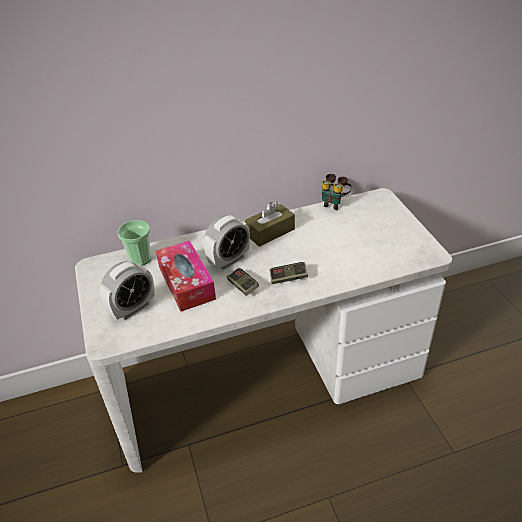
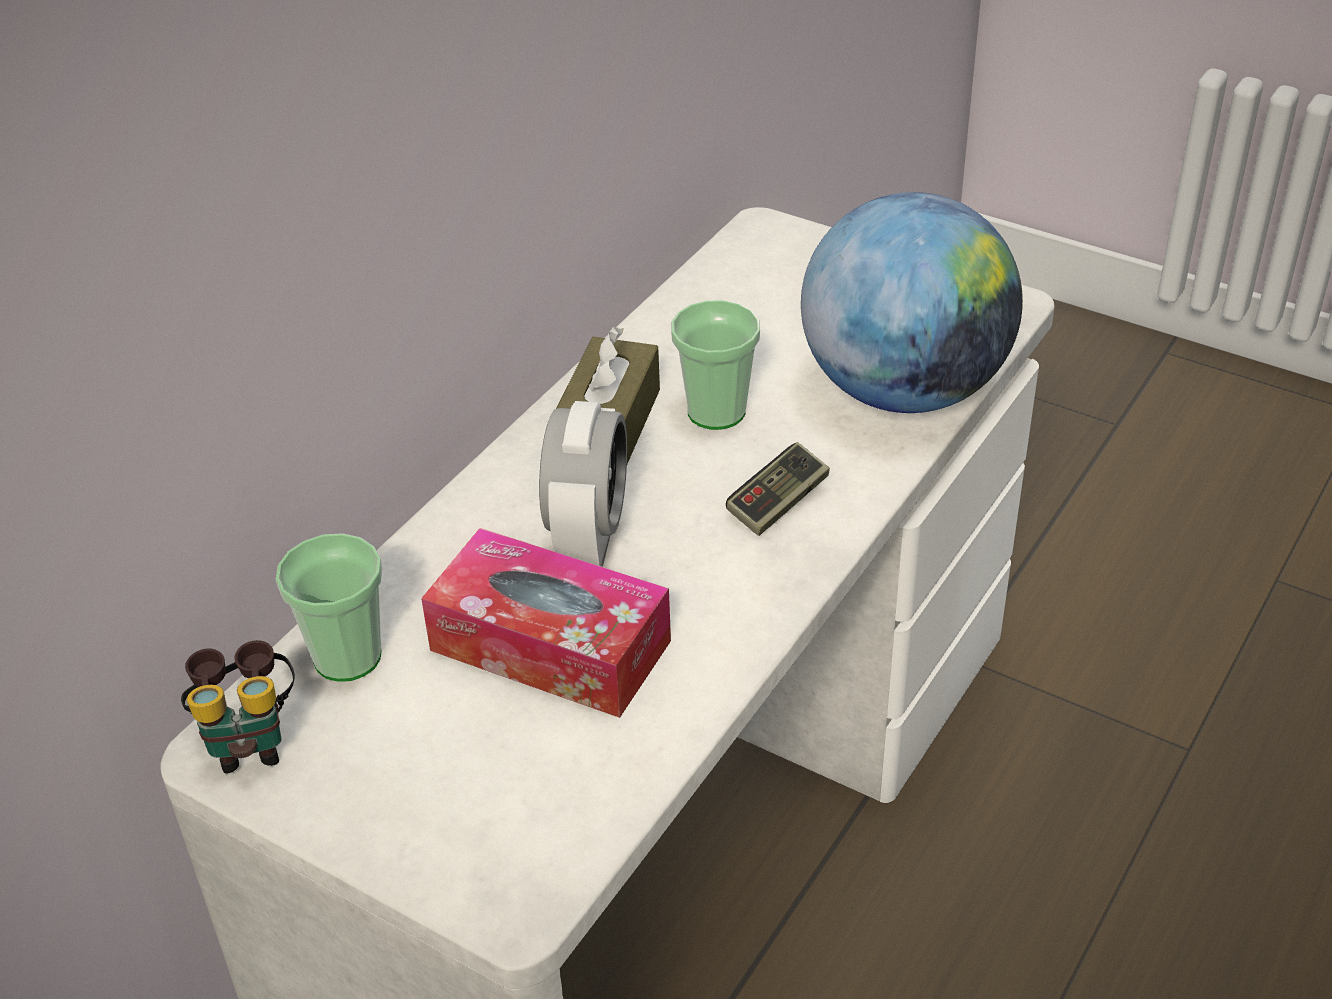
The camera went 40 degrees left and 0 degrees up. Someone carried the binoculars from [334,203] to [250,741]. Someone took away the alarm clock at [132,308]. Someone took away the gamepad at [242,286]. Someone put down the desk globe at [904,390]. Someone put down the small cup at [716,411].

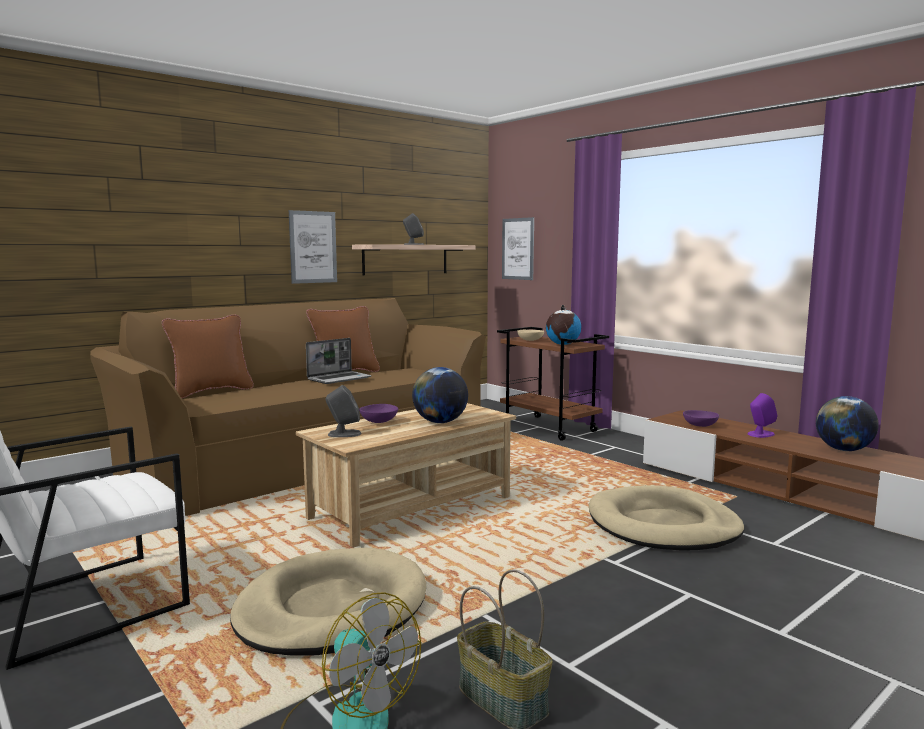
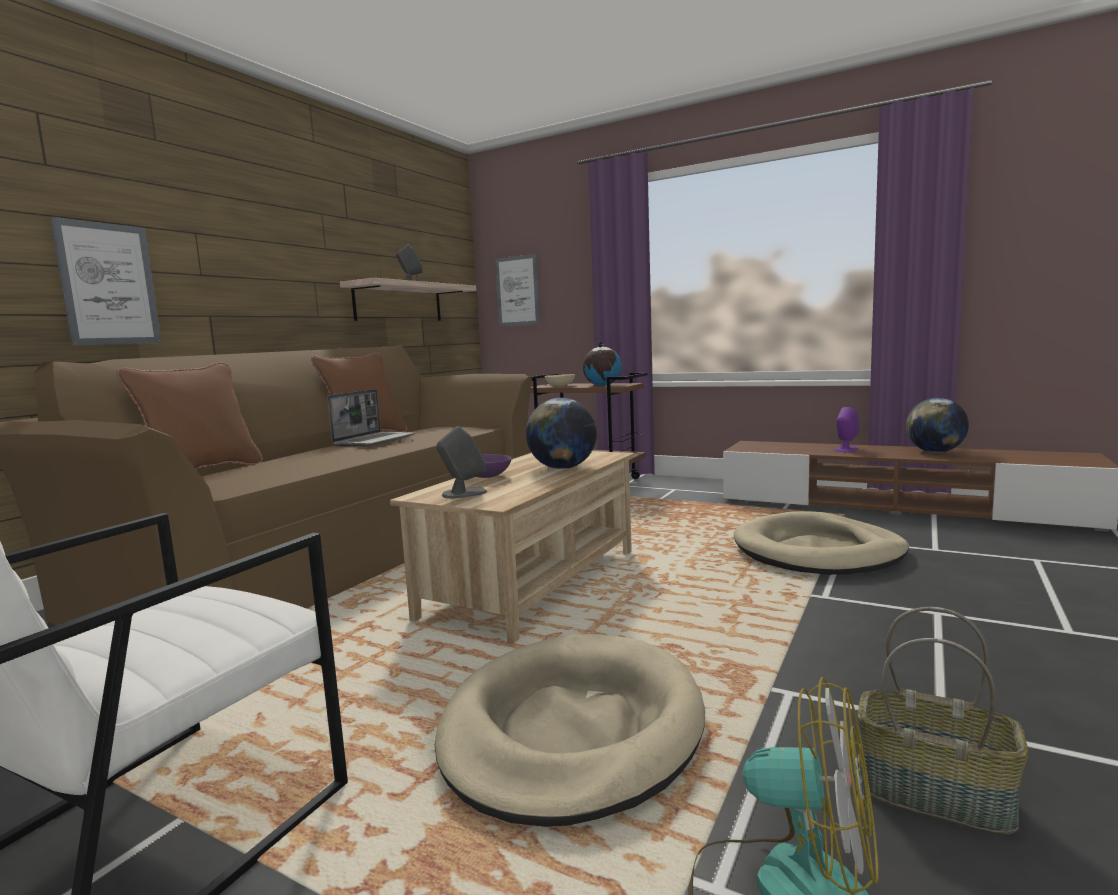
The camera went 20 degrees left and 0 degrees up. Someone carried the wall art from [313,247] to [108,284]. Someone took away the purple-coloured deep dish at [699,425].

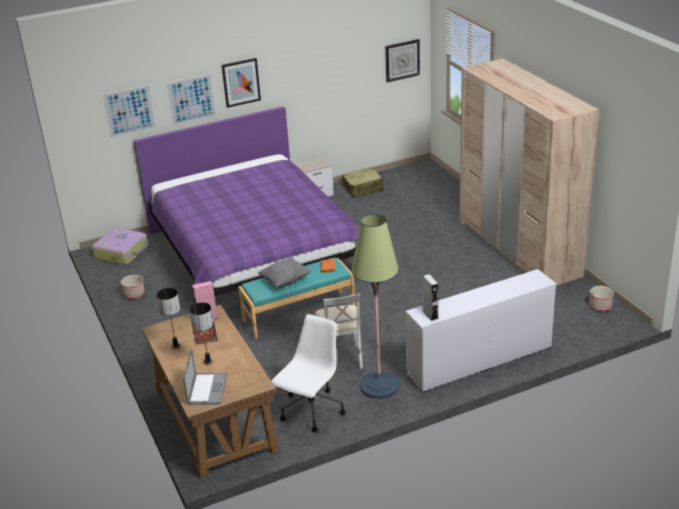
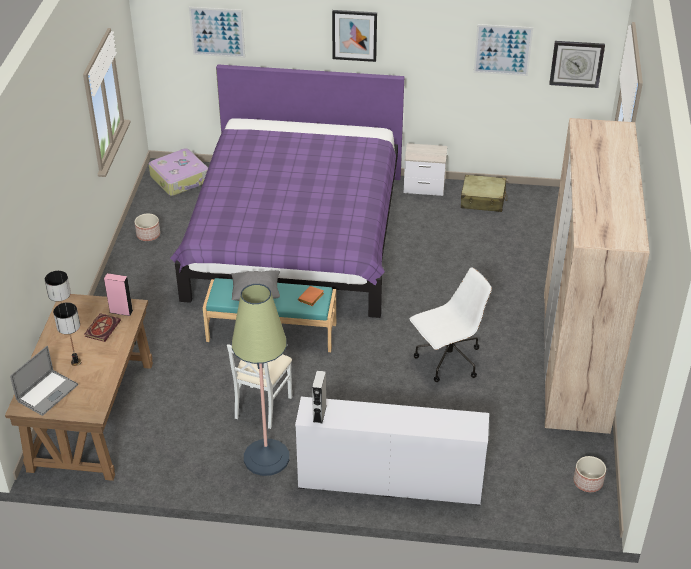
The camera went 30 degrees right and 10 degrees up. Someone carried the wall art from [192,99] to [502,50]. Someone carried the white-coloured desk chair from [311,411] to [447,360].

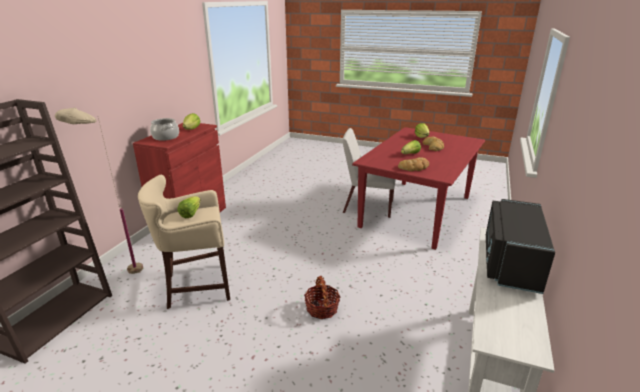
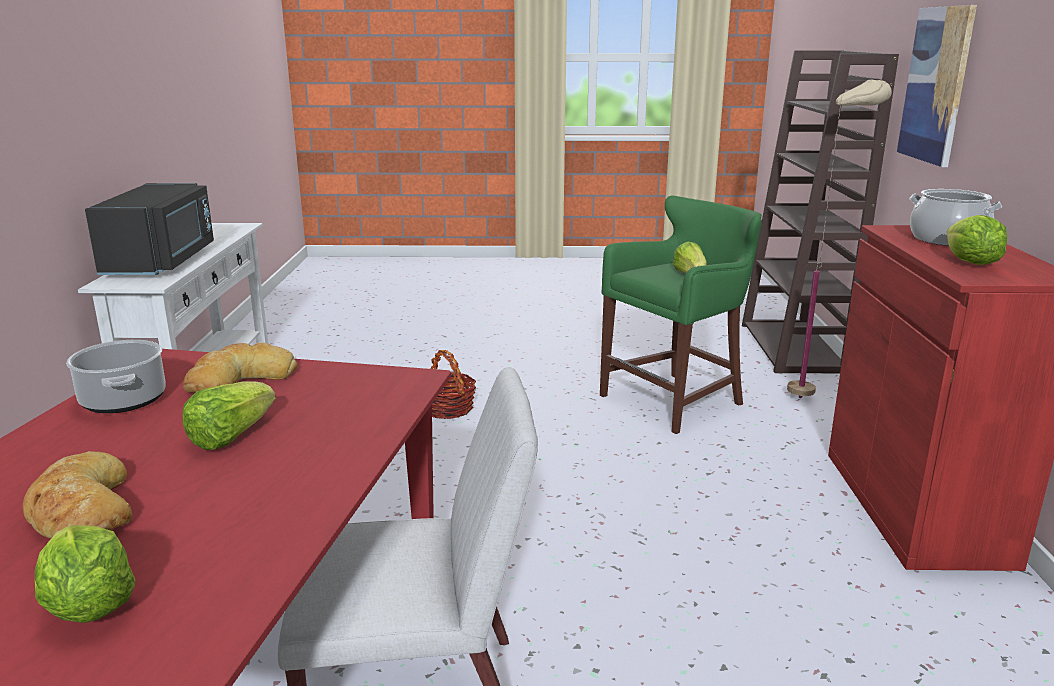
The camera went 160 degrees right and 5 degrees down. Someone repainted the sand-coloured sitting stool at [195,286], which became the green-coloured sitting stool at [675,400]. Someone put up the wall art at [936,85]. Someone put down the saucepot at [124,400].

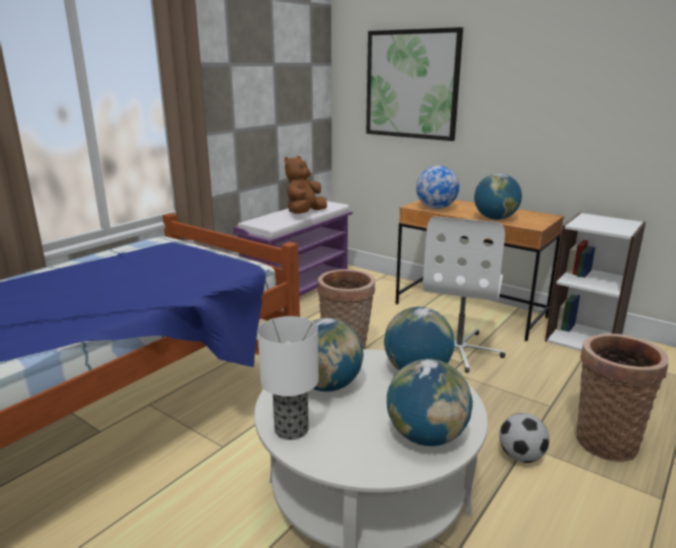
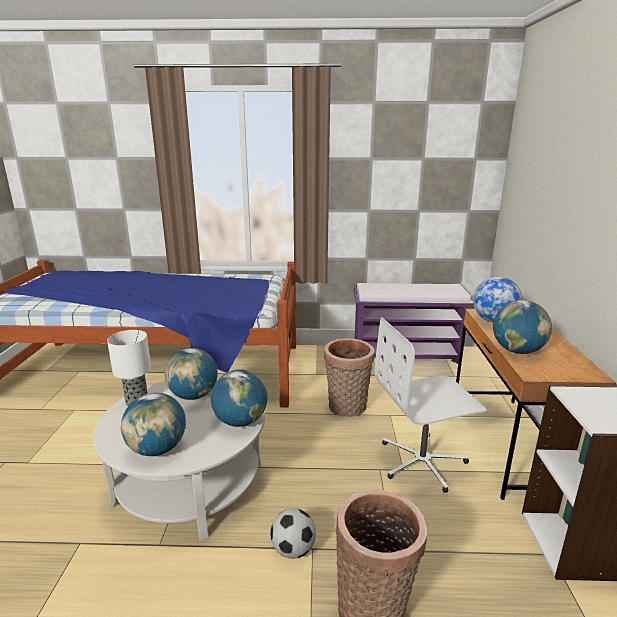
The camera went 55 degrees right and 0 degrees up. Someone took away the wall art at [412,84]. Someone took away the brown soft toy at [305,214].

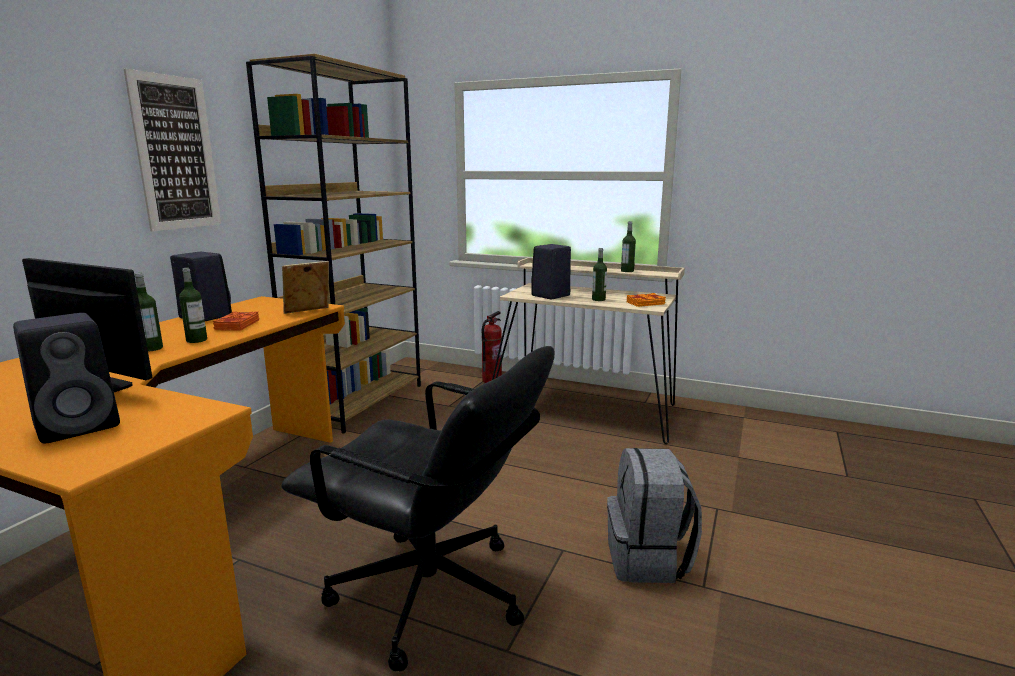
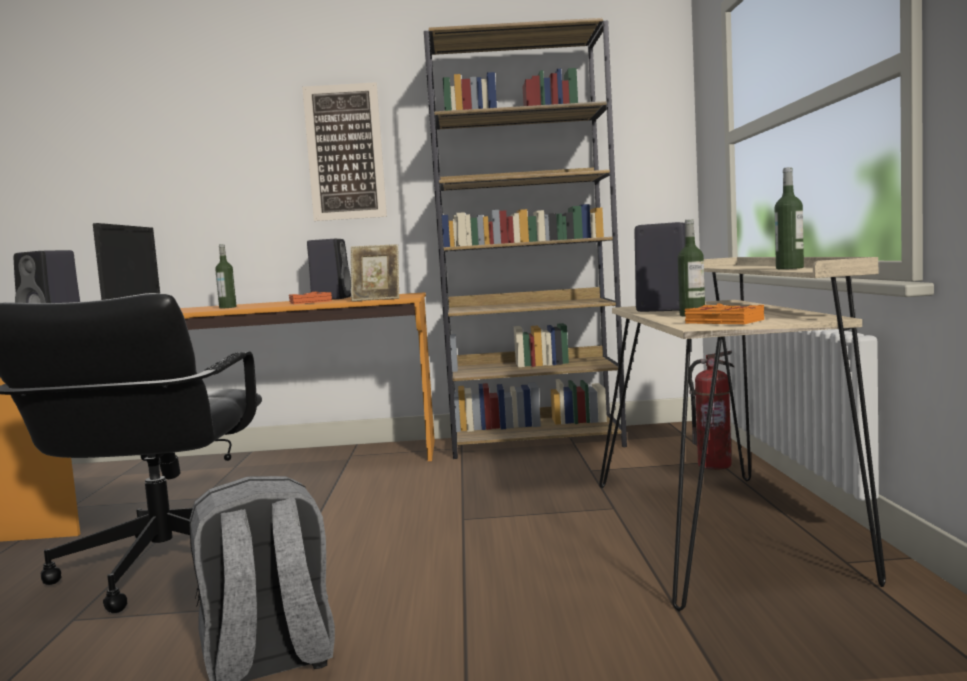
The camera went 65 degrees right and 10 degrees down. Someone rotated the standing frame at [308,312] by 150 degrees clockwise. Someone took away the beverage bottle at [196,340].

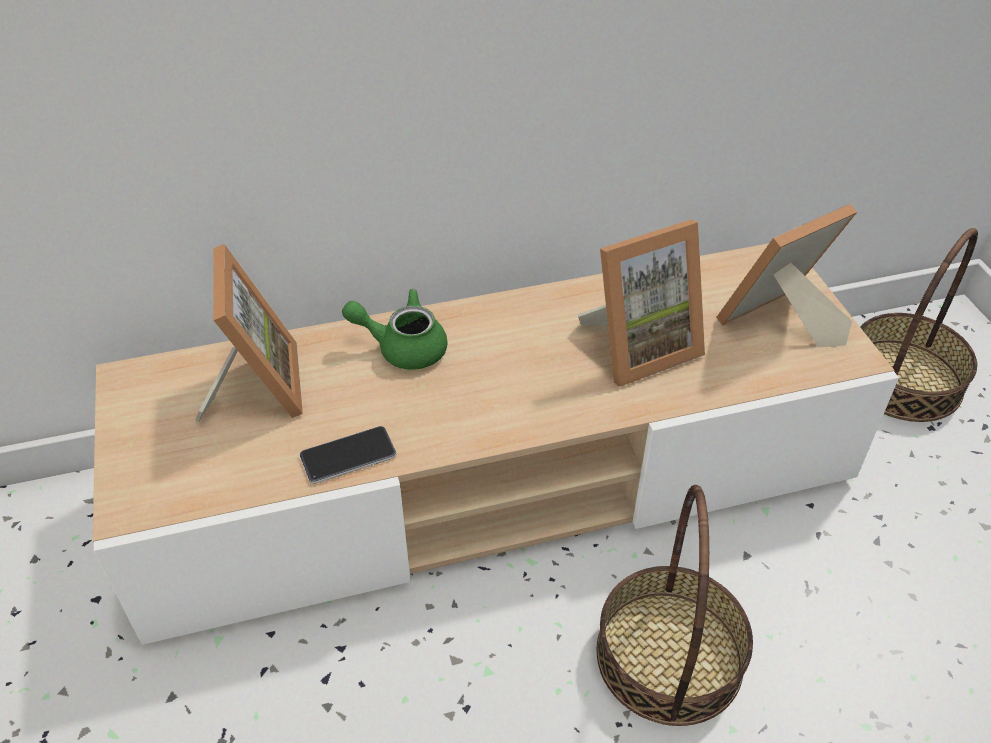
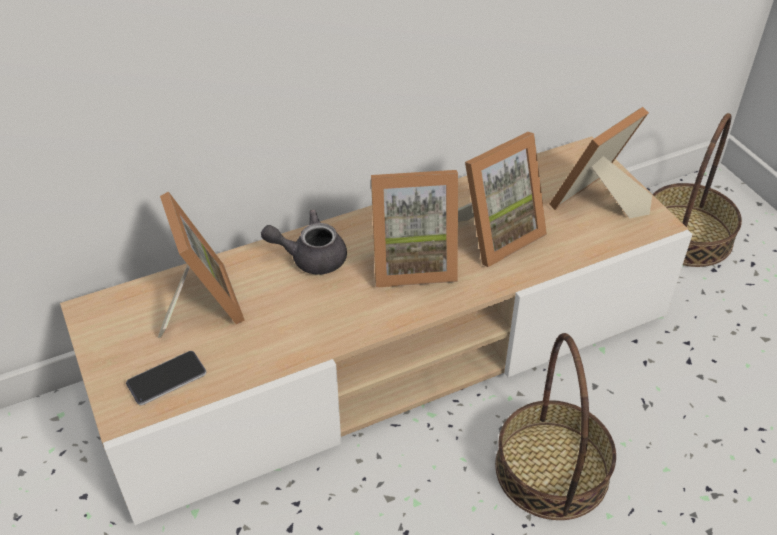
The camera went 10 degrees left and 0 degrees up. Someone repainted the green-coloured tea pot at [403,347], which became the grey tea pot at [310,257]. Someone carried the phone from [348,456] to [166,378]. Someone put down the standing frame at [412,262].

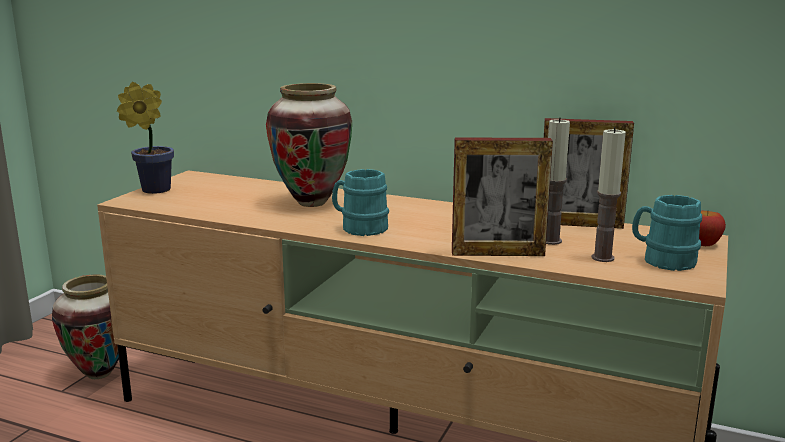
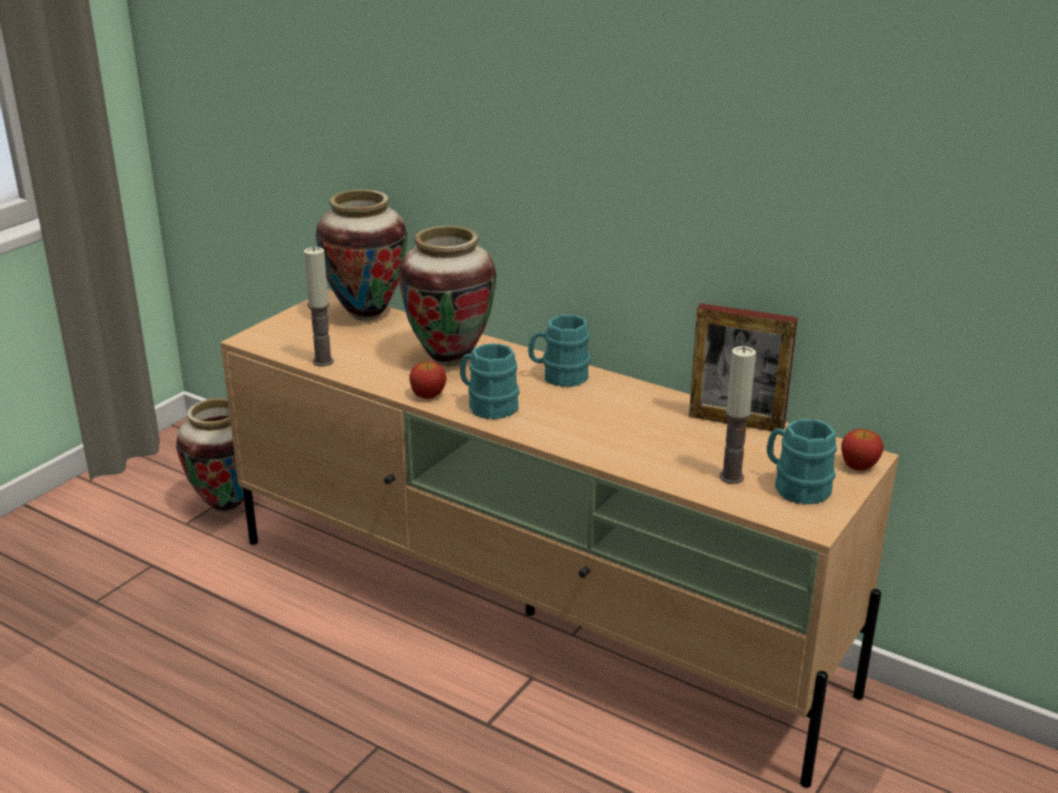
The camera went 10 degrees right and 10 degrees up. Someone took away the potted plant at [152,190]. Someone carried the wax light from [551,241] to [323,361]. Someone took away the standing frame at [497,253]. Someone put down the decorative vase at [366,315]. Someone put down the blue-green mug at [559,376]. Someone put down the whole apple at [428,395].

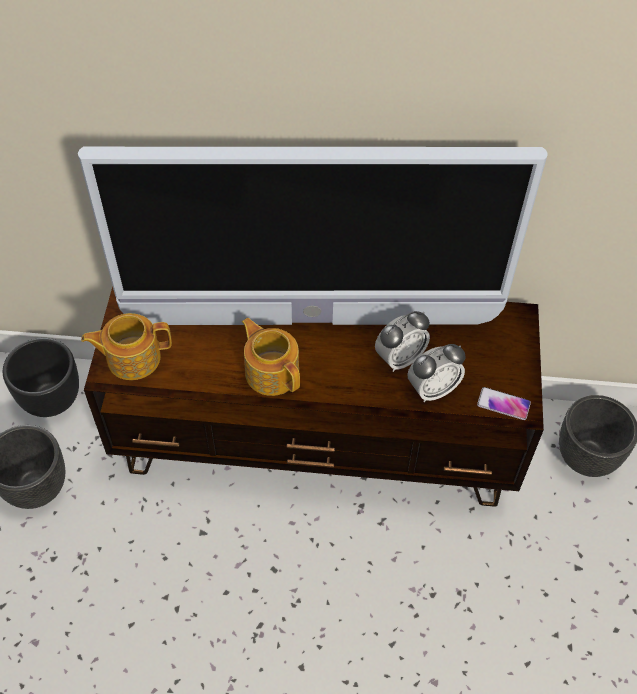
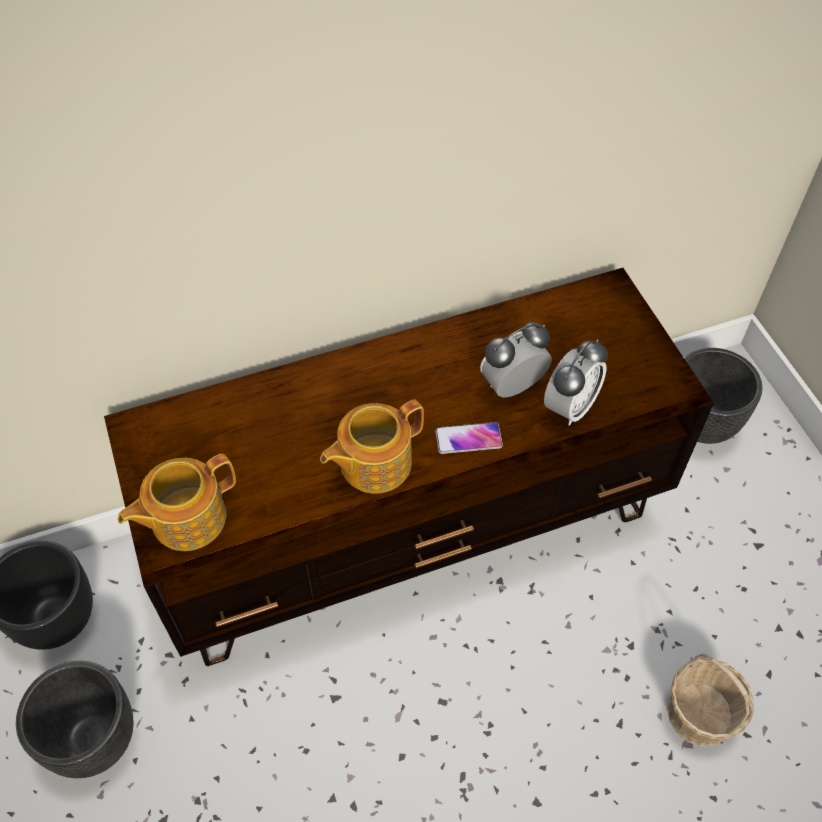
The camera went 25 degrees left and 0 degrees up. Someone took away the TV set at [312,320]. Someone rotated the alarm clock at [400,358] by 150 degrees counterclockwise. Someone rotated the tea pot at [272,371] by 60 degrees counterclockwise. Someone carried the phone from [503,404] to [468,439]. Someone put down the household basket at [699,713].

